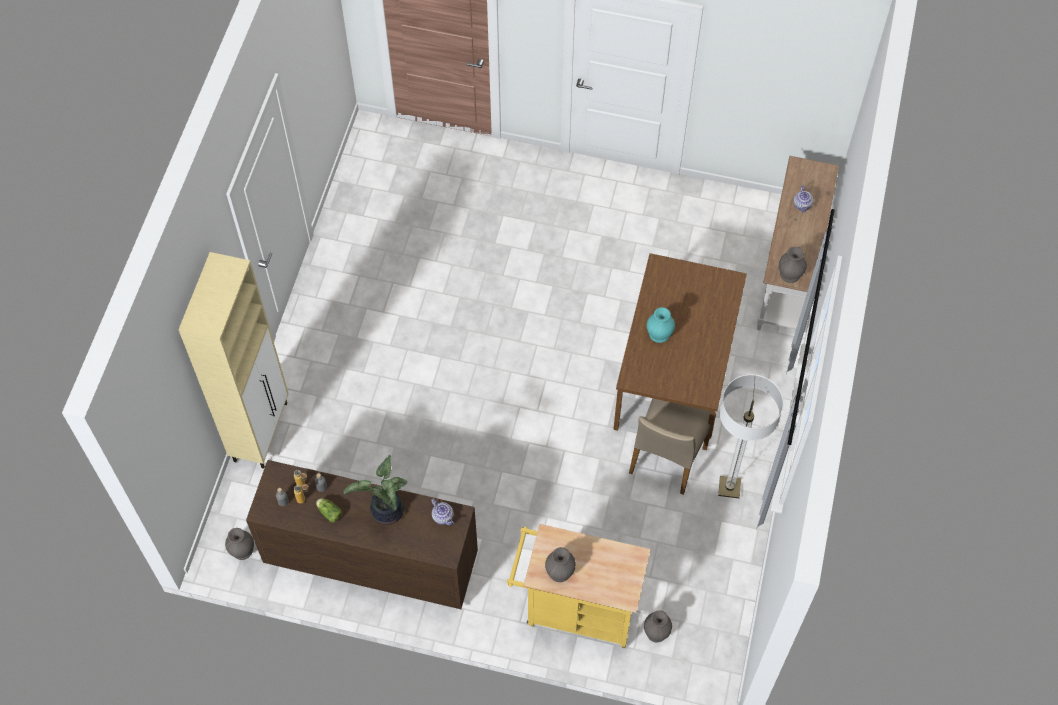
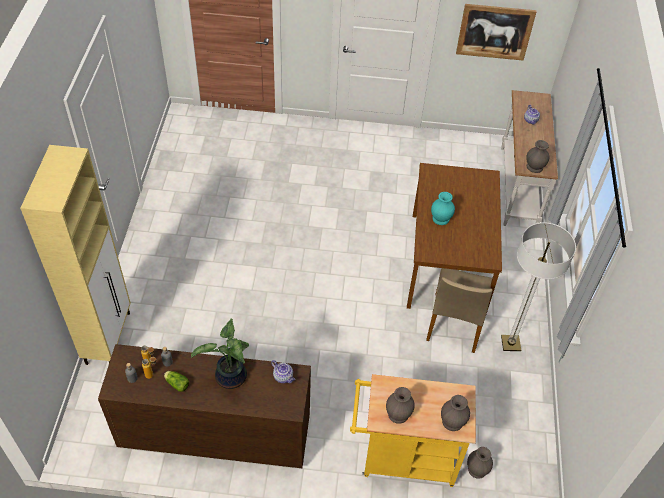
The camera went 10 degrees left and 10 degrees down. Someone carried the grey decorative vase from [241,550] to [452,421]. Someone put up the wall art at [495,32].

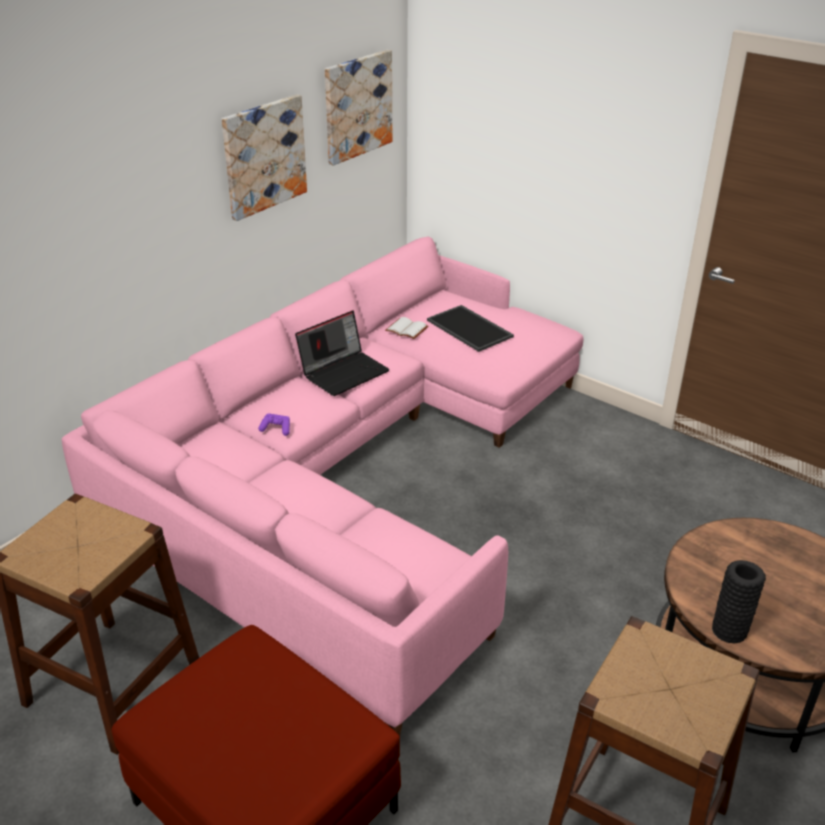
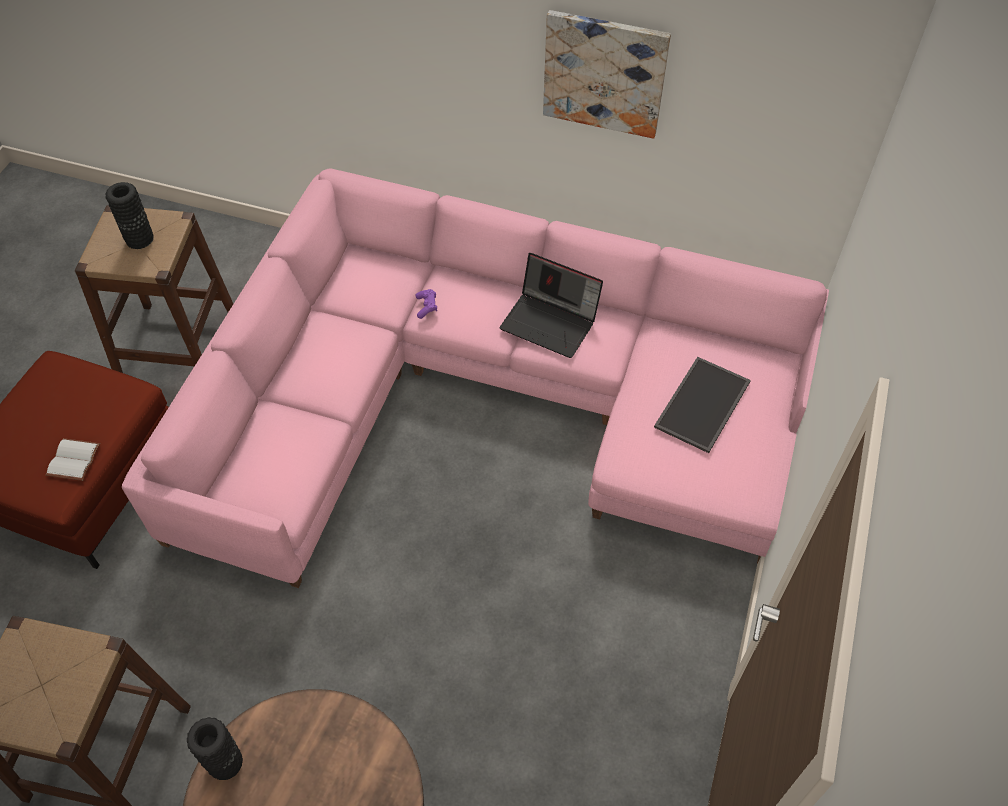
The camera went 70 degrees right and 20 degrees up. Someone took away the wall art at [357,106]. Someone carried the white-coloured bound book from [407,329] to [74,461]. Someone put down the black-coloured decorative vase at [139,239].

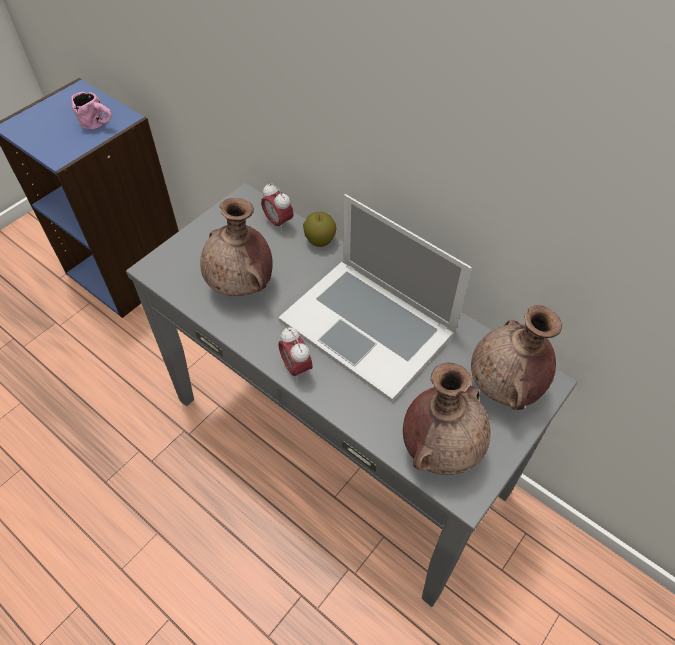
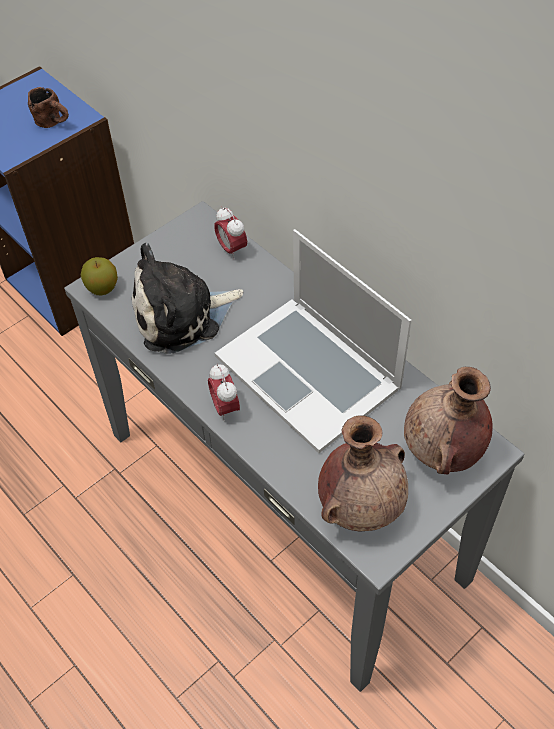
The camera went 10 degrees right and 0 degrees up. Someone repainted the pink-coloured mug at [99,125], which became the brown mug at [54,123]. Someone swapped the brown decorative vase at [242,285] for the soft toy at [182,315]. Someone carried the whole apple from [320,240] to [102,288].

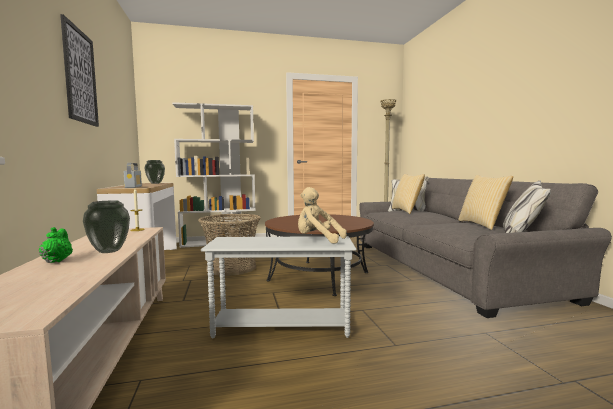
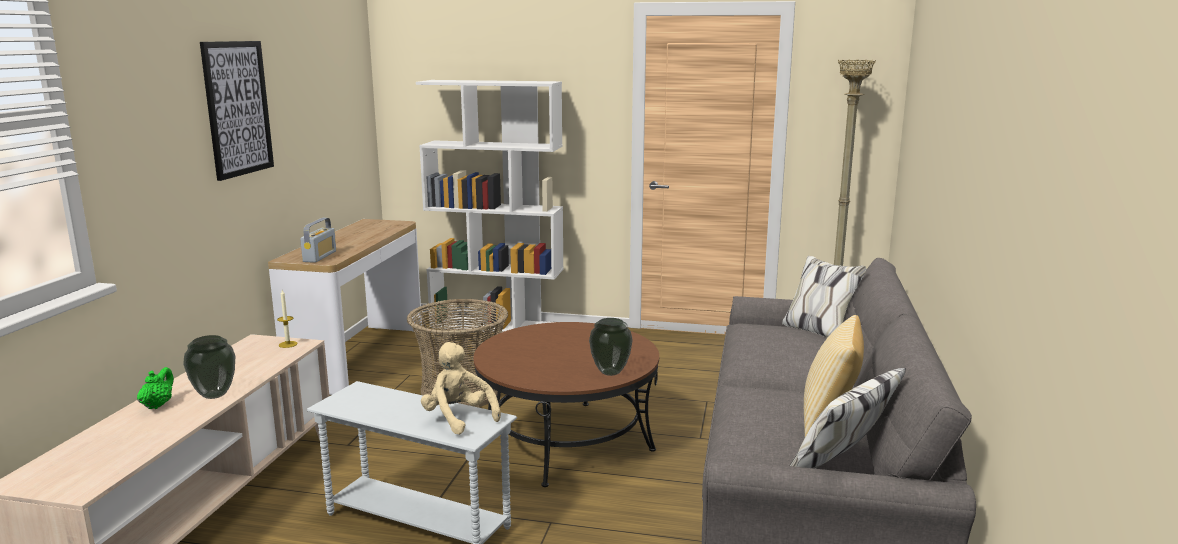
The camera went 25 degrees right and 10 degrees up. Someone carried the decorative vase from [155,183] to [610,372]. Someone took away the cushion at [407,211].

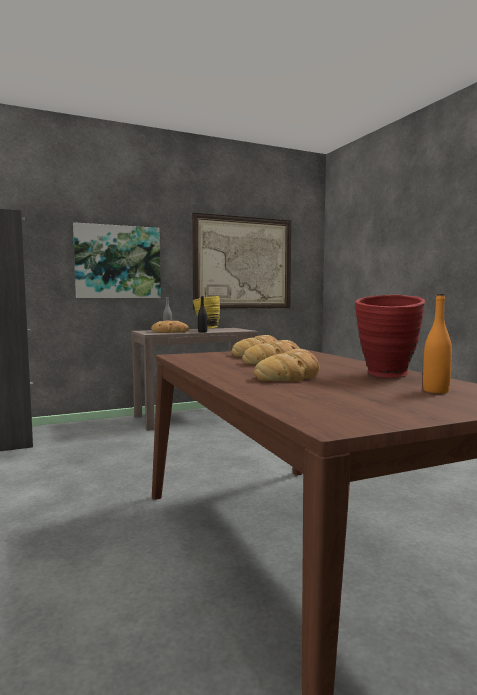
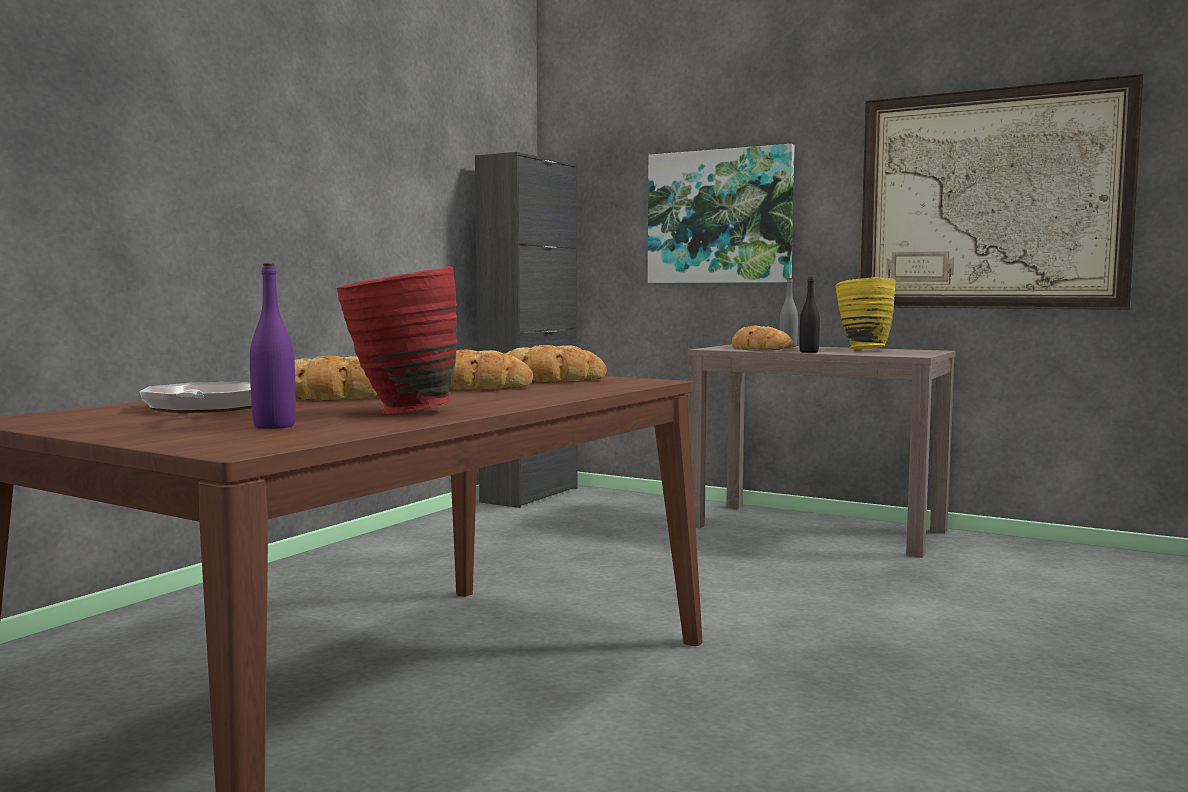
The camera went 55 degrees right and 0 degrees up. Someone repainted the orange beverage bottle at [435,391], which became the purple-coloured beverage bottle at [274,426]. Someone put down the pan at [206,408].

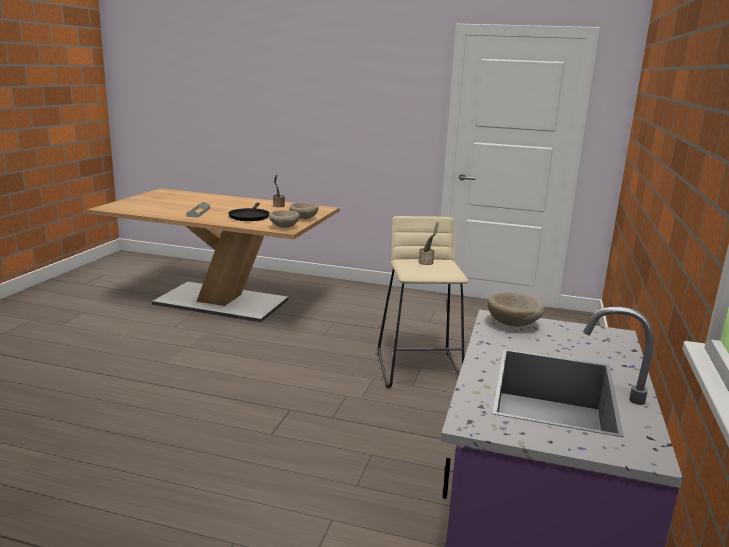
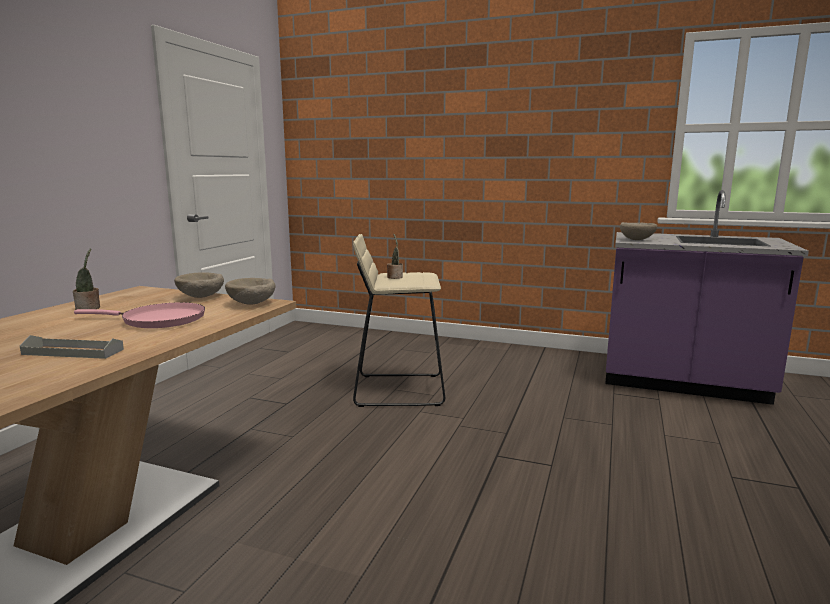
The camera went 85 degrees left and 5 degrees down. Someone repainted the black-coloured pan at [249,216], which became the pink-coloured pan at [159,320].

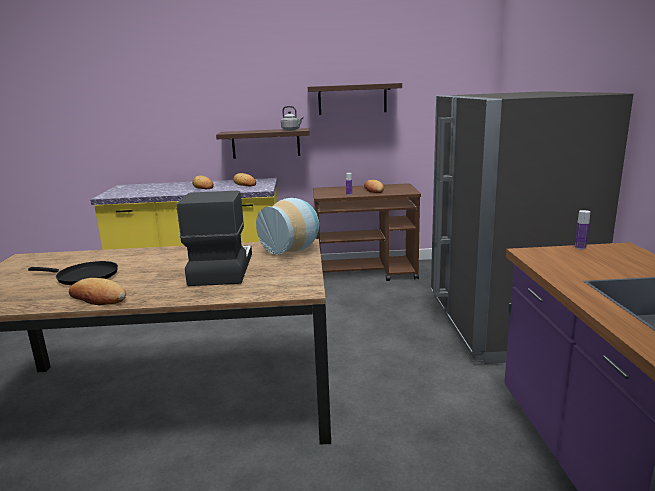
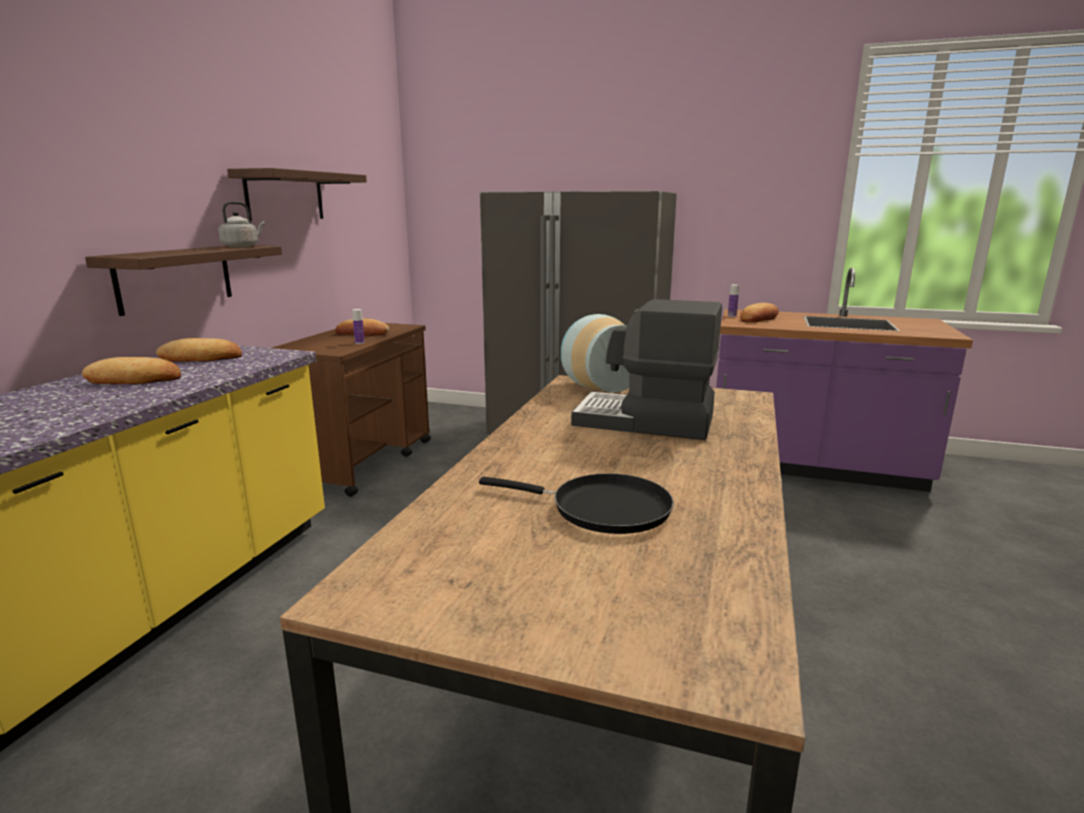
The camera went 70 degrees left and 0 degrees up. Someone rotated the black-coloured pan at [84,276] by 75 degrees clockwise. Someone carried the bread from [98,298] to [759,318].

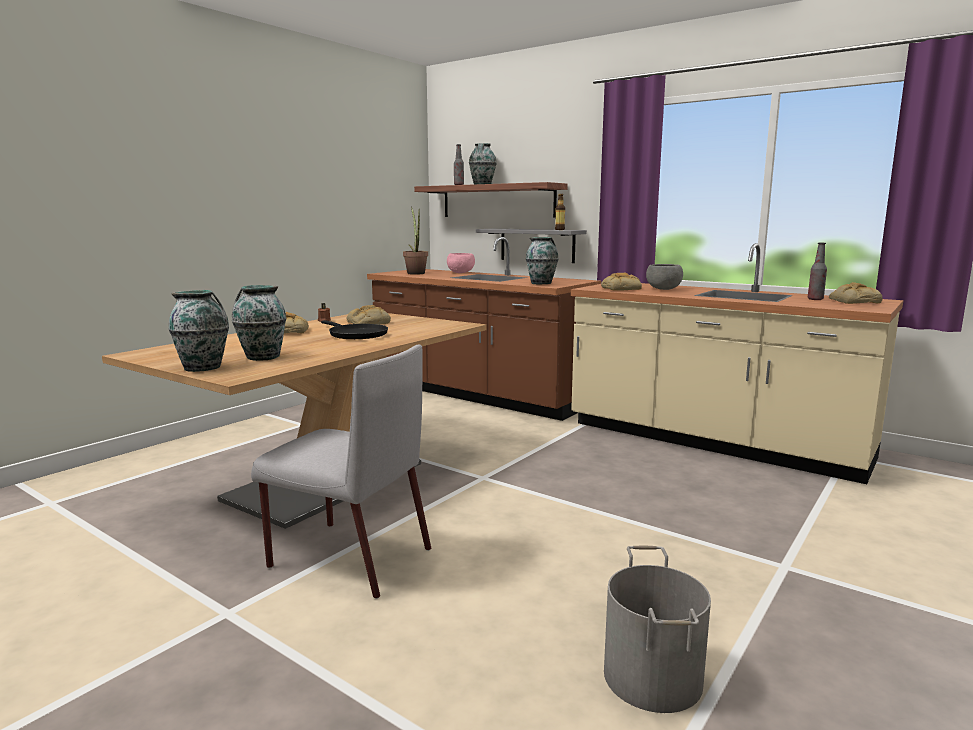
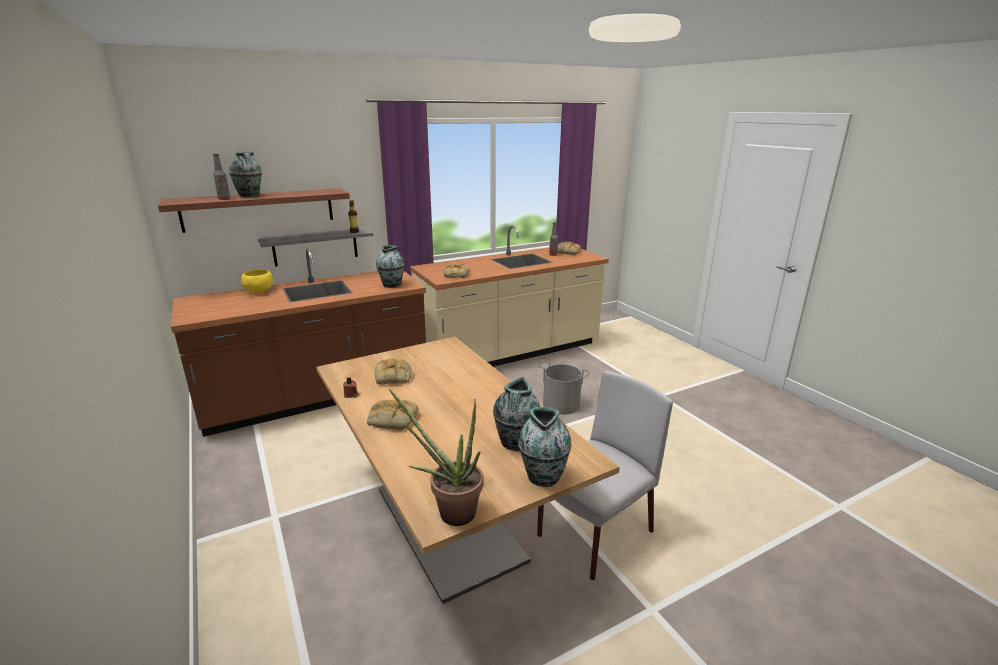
The camera went 65 degrees left and 10 degrees up. Someone carried the potted plant from [415,273] to [449,511]. Someone repainted the pink-coloured deep dish at [460,273], which became the yellow-coloured deep dish at [259,292]. Someone took away the grey deep dish at [663,289]. Someone took away the black-coloured pan at [356,335]. Someone carried the grey pail from [651,677] to [561,405].

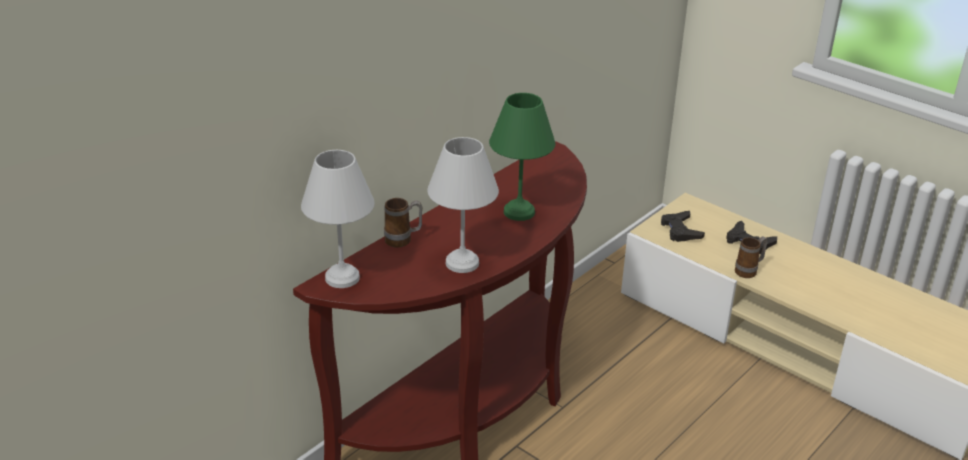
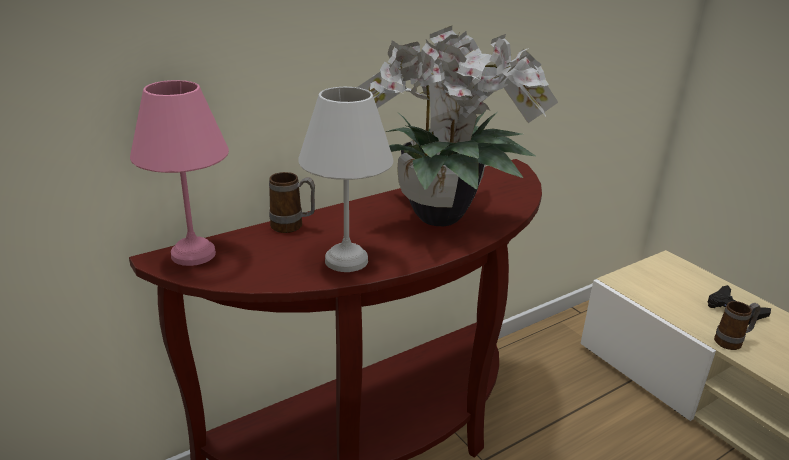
The camera went 15 degrees right and 5 degrees down. Someone swapped the green-coloured table lamp at [519,213] for the potted plant at [445,218]. Someone repainted the white-coloured table lamp at [344,278], which became the pink-coloured table lamp at [195,255]. Someone took away the black-coloured gamepad at [680,230].

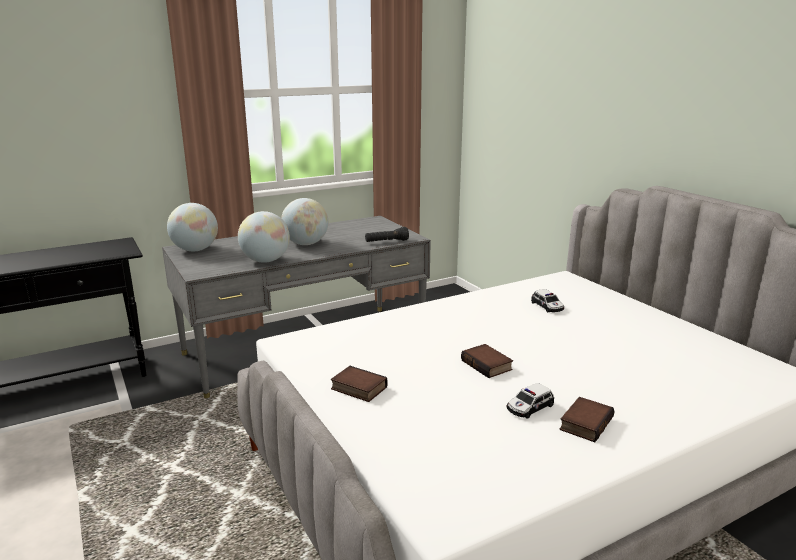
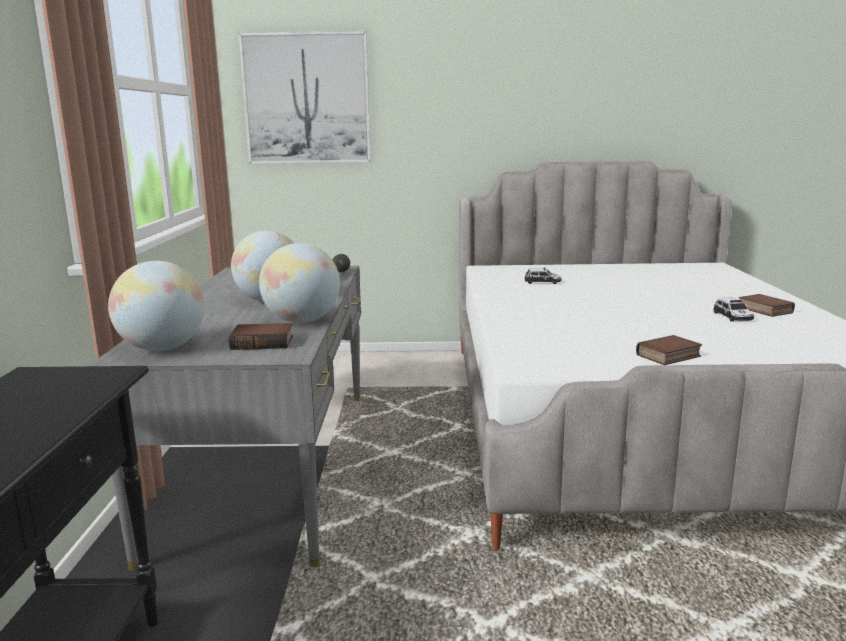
The camera went 60 degrees left and 5 degrees down. Someone carried the bound book from [488,365] to [263,342]. Someone put up the wall art at [307,99].

